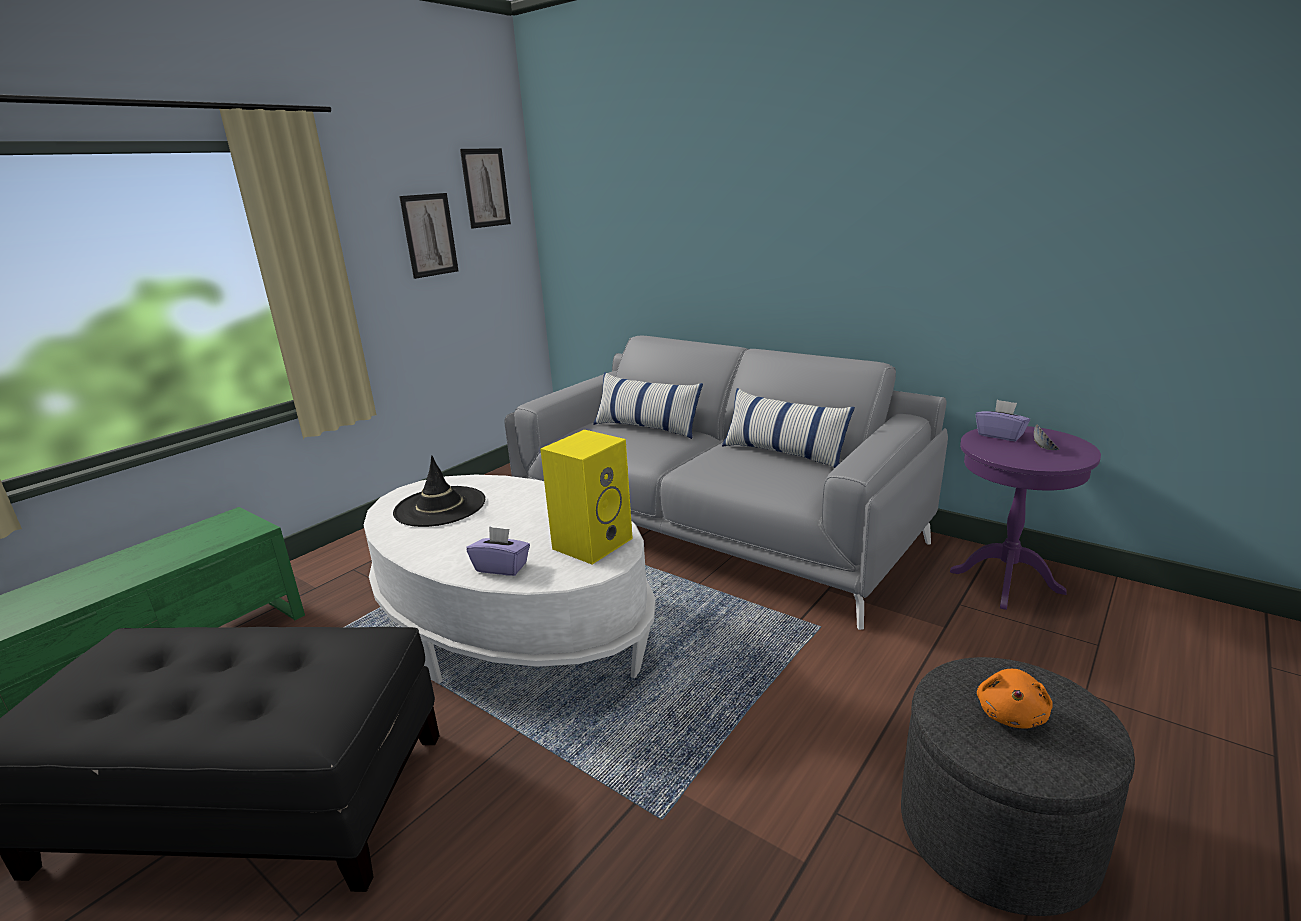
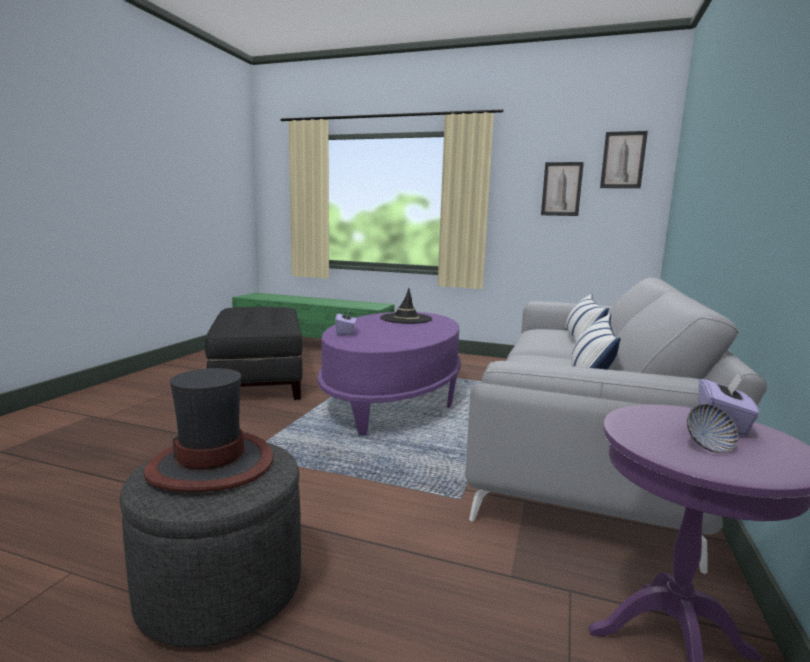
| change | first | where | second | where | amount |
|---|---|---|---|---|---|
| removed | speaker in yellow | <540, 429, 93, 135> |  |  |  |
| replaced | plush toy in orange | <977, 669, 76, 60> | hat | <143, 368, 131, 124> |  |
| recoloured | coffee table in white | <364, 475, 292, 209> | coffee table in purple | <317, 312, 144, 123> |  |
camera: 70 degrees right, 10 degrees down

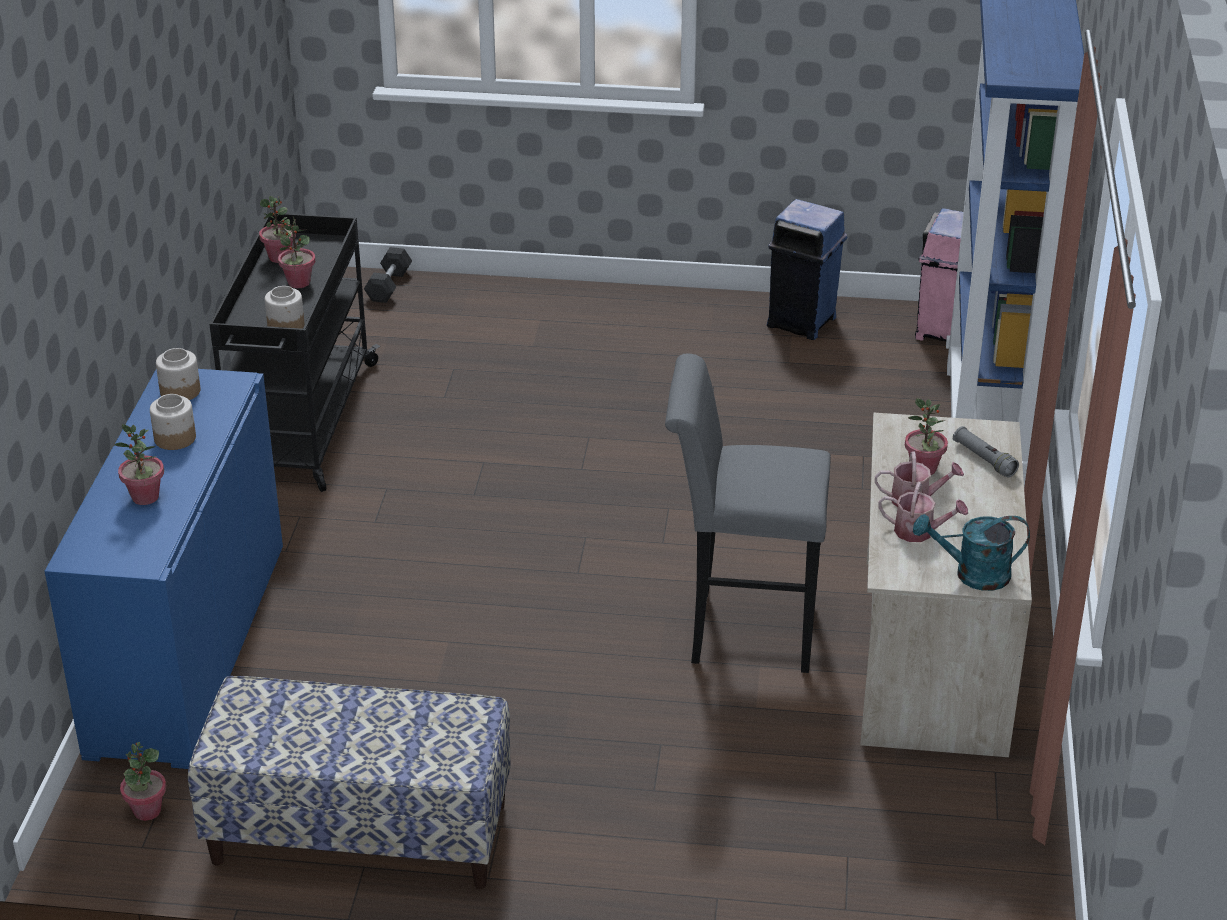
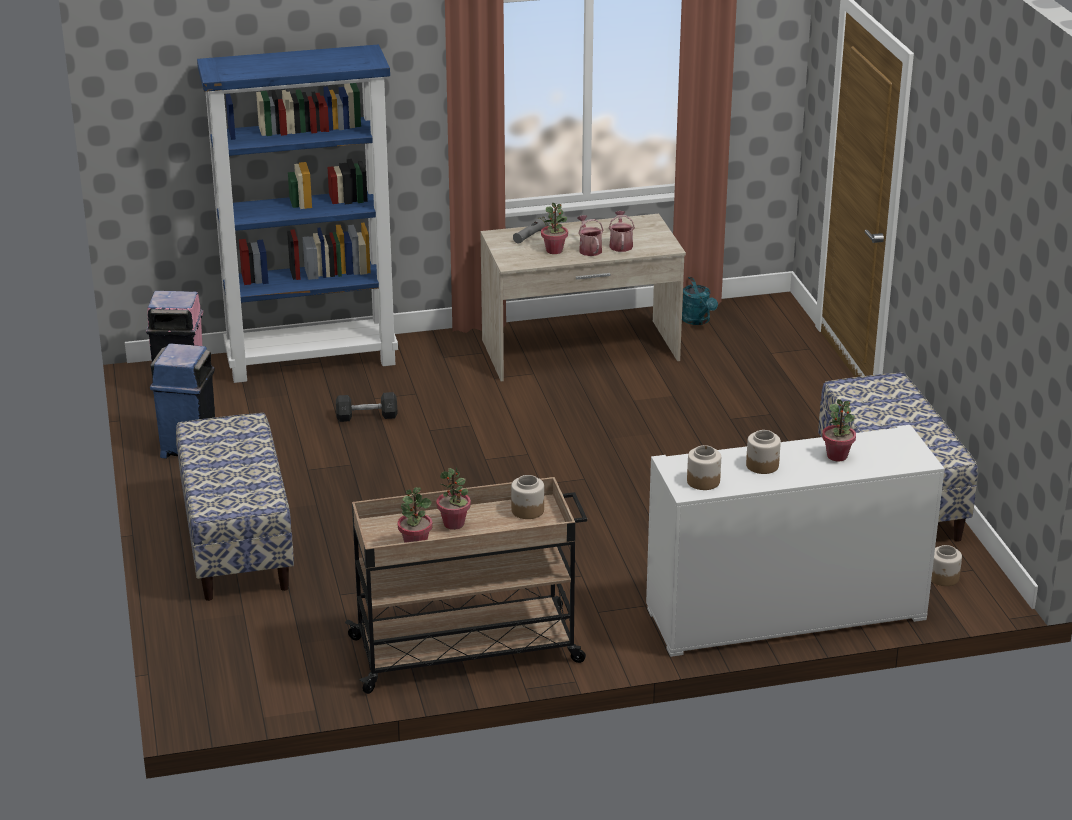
| change | first | where | second | where | amount |
|---|---|---|---|---|---|
| removed | stool in grey | <665, 354, 166, 319> |  |  |  |
| added |  |  | bench | <176, 413, 118, 188> |  |
| moved | dumbbell in grey | <364, 247, 48, 56> |  | <336, 392, 61, 30> |  |
| moved | watering can in turquoise | <913, 514, 117, 77> |  | <682, 277, 36, 48> |  |
| replaced | potted plant | <120, 742, 47, 79> | jar | <931, 545, 31, 41> |  |
| recoloured | cabinet in blue | <44, 369, 239, 400> | cabinet in white | <646, 425, 299, 232> |  |
| recoloured | cart in black | <210, 212, 170, 280> | cart in beige | <345, 477, 242, 217> |  |
camera: 110 degrees left, 5 degrees down

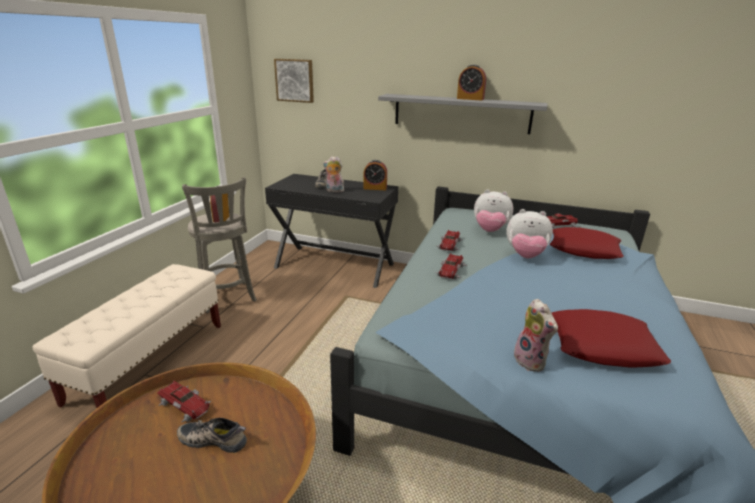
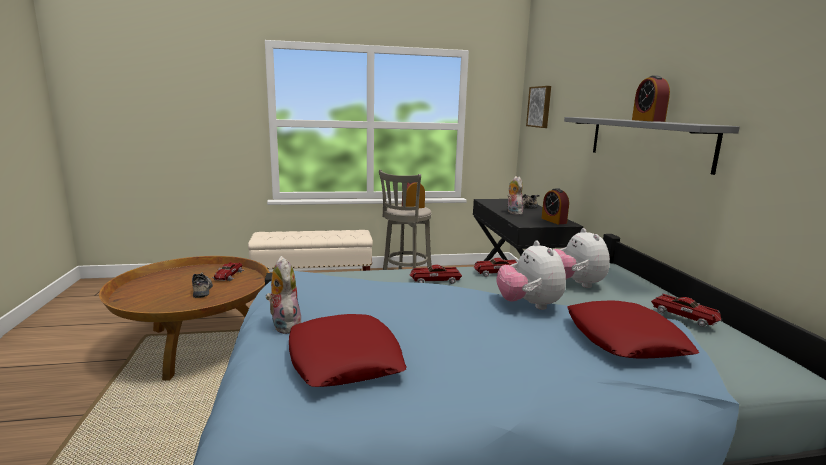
| change | first | where | second | where | amount |
|---|---|---|---|---|---|
| turned | plush toy | <514, 299, 44, 73> |  | <266, 256, 35, 78> | 120 degrees clockwise |
camera: 60 degrees right, 10 degrees down

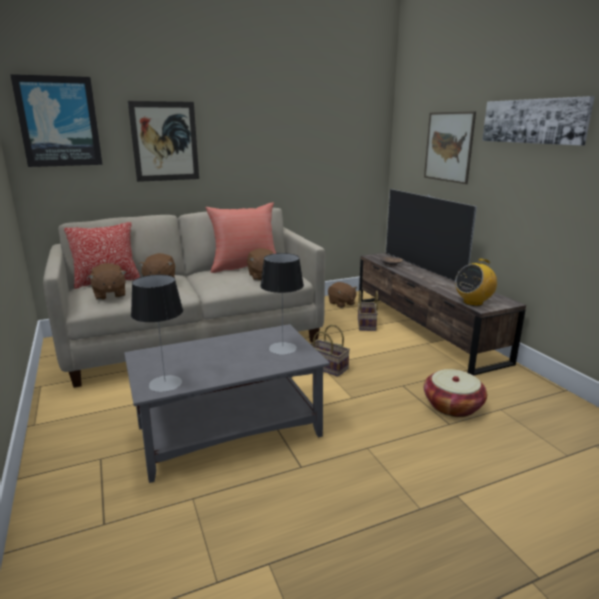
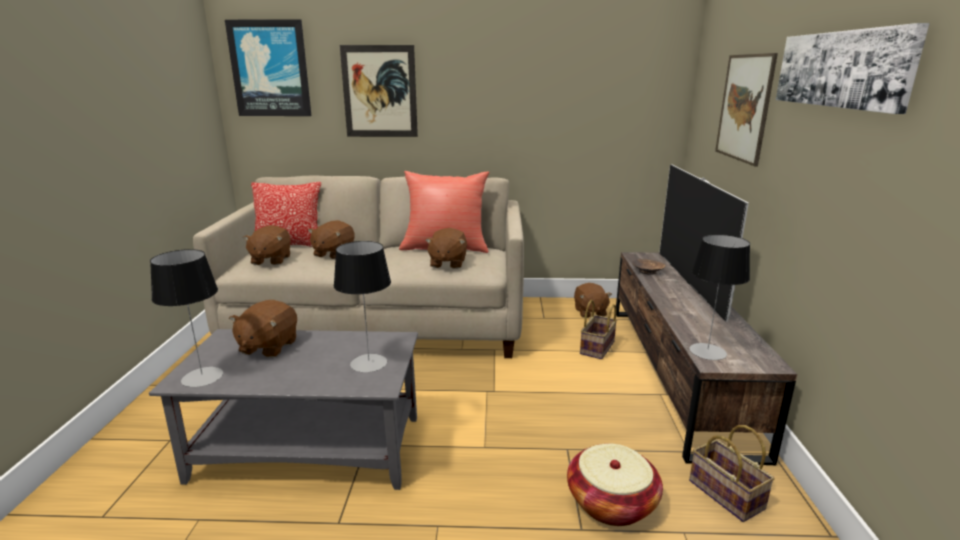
| change | first | where | second | where | amount |
|---|---|---|---|---|---|
| added |  |  | plush toy in brown | <229, 300, 68, 58> |  |
| moved | basket | <311, 325, 39, 52> |  | <689, 425, 86, 97> |  |
| replaced | radio | <455, 259, 42, 47> | table lamp | <689, 234, 61, 126> |  |
camera: 25 degrees right, 0 degrees up

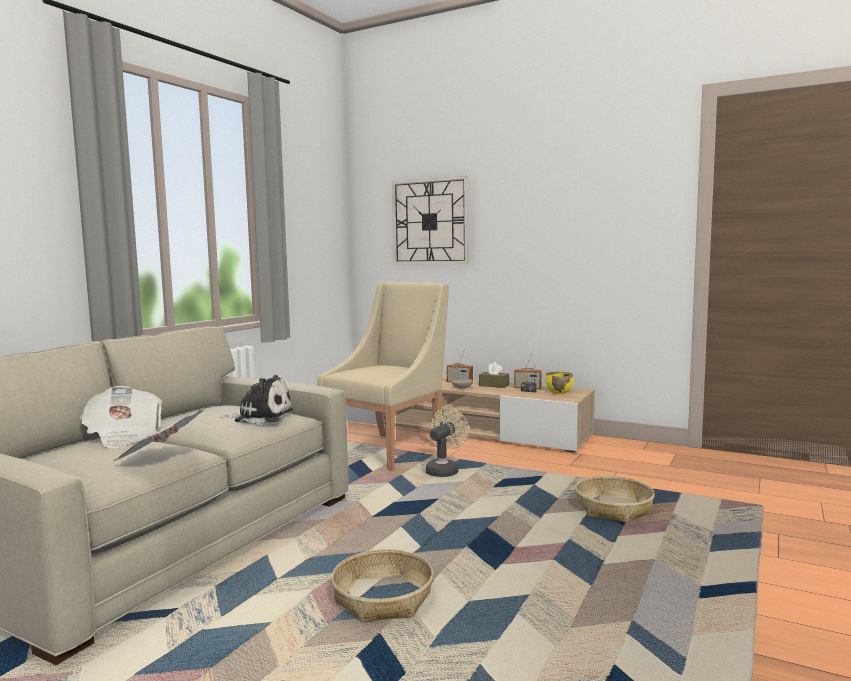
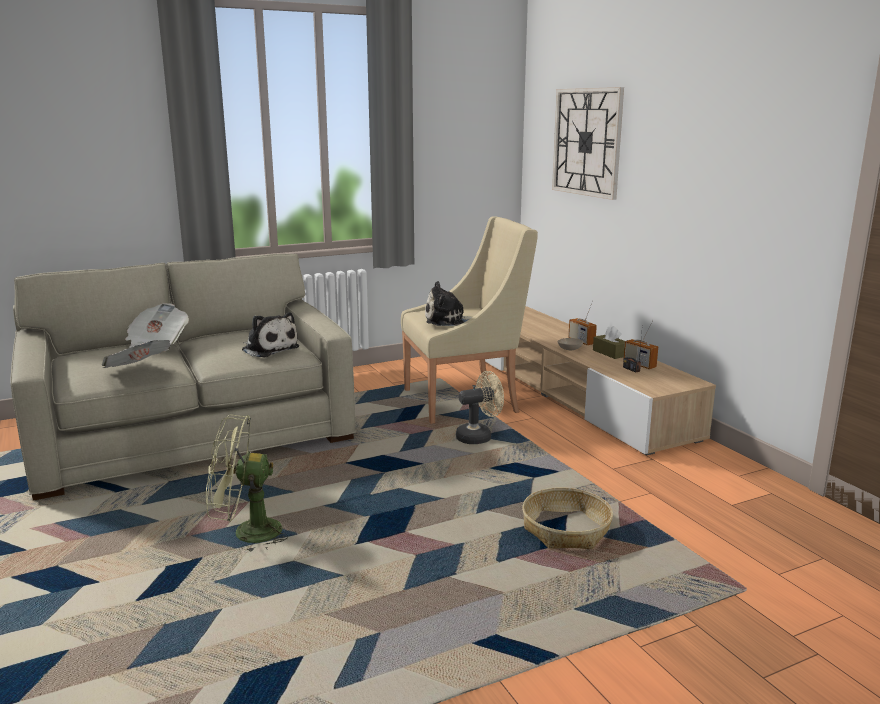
| change | first | where | second | where | amount |
|---|---|---|---|---|---|
| removed | bowl in yellow | <546, 372, 28, 22> |  |  |  |
| added |  |  | plush toy | <425, 281, 47, 45> |  |
| replaced | basket | <331, 549, 103, 74> | fan in green | <206, 414, 82, 139> |  |
camera: 35 degrees right, 10 degrees up

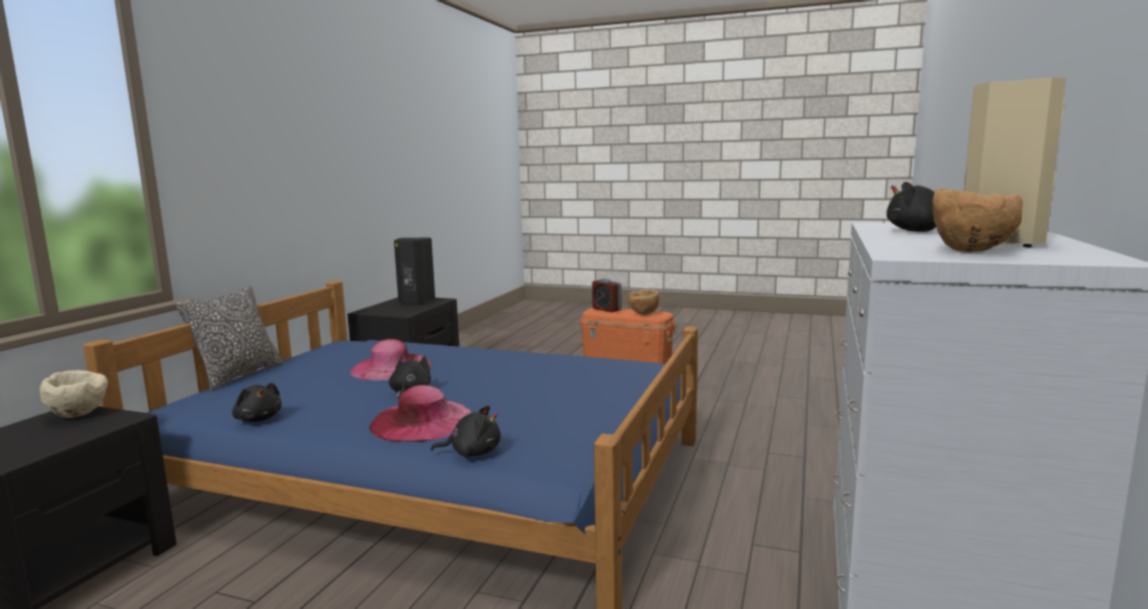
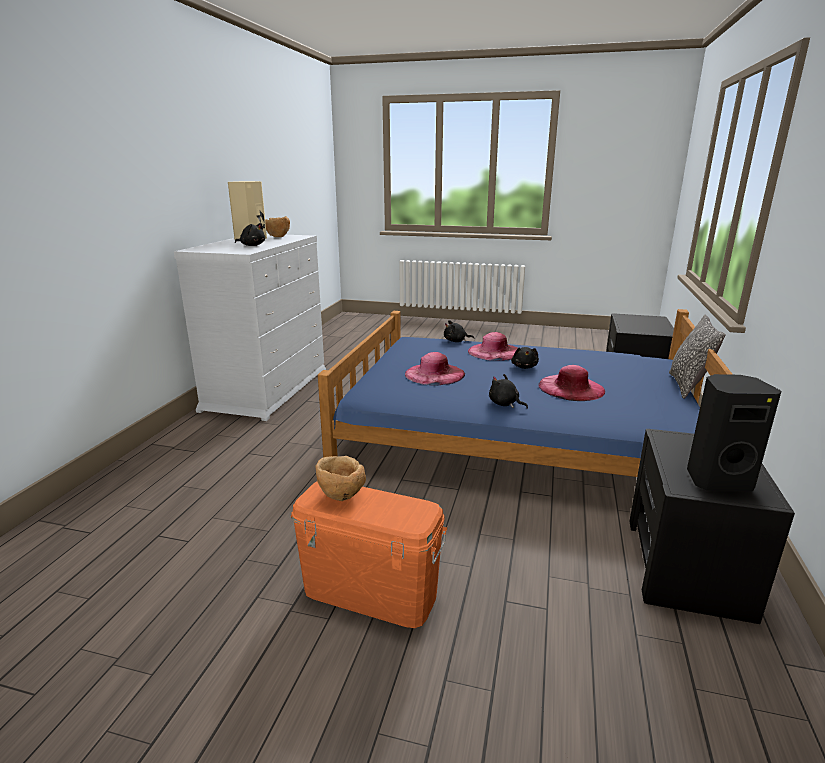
| change | first | where | second | where | amount |
|---|---|---|---|---|---|
| removed | bowl in beige | <39, 370, 69, 48> |  |  |  |
| removed | alarm clock | <592, 278, 30, 34> |  |  |  |
| added |  |  | hat in pink | <405, 352, 60, 34> |  |
| moved | plush toy in black | <232, 383, 50, 39> |  | <489, 374, 39, 35> |  |
camera: 175 degrees right, 10 degrees up

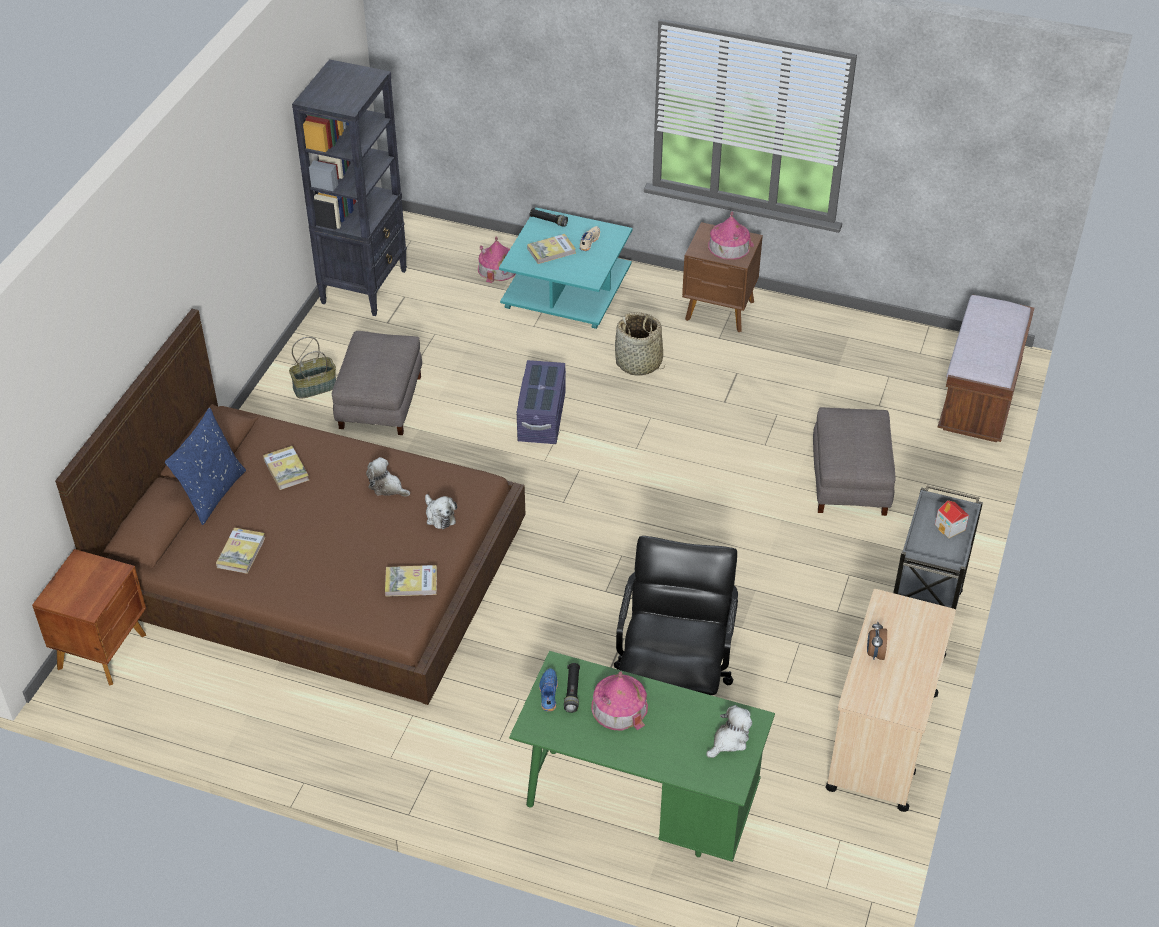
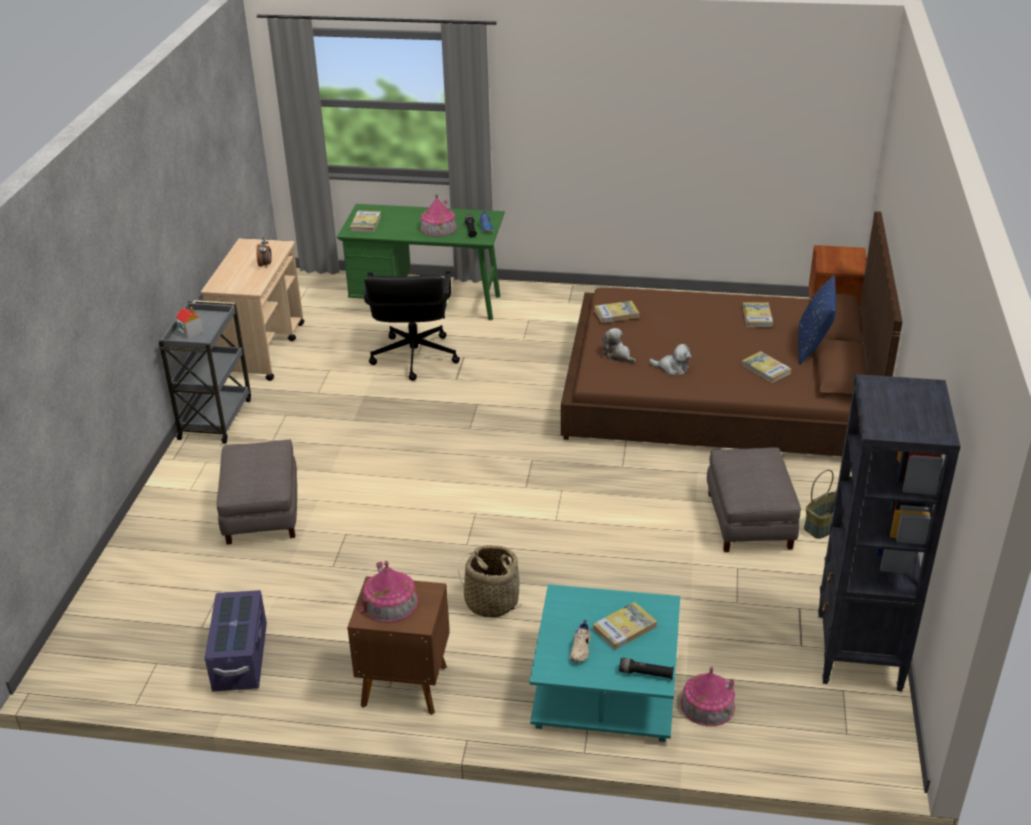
| change | first | where | second | where | amount |
|---|---|---|---|---|---|
| removed | bench in brown | <937, 294, 97, 148> |  |  |  |
| moved | storage box in purple | <517, 360, 49, 84> |  | <205, 590, 62, 101> |  |
| replaced | plush toy | <706, 705, 46, 53> | book | <350, 211, 31, 21> |  |
camera: 170 degrees right, 10 degrees down

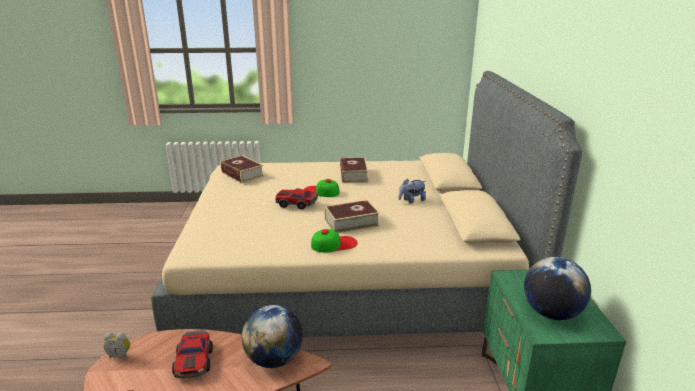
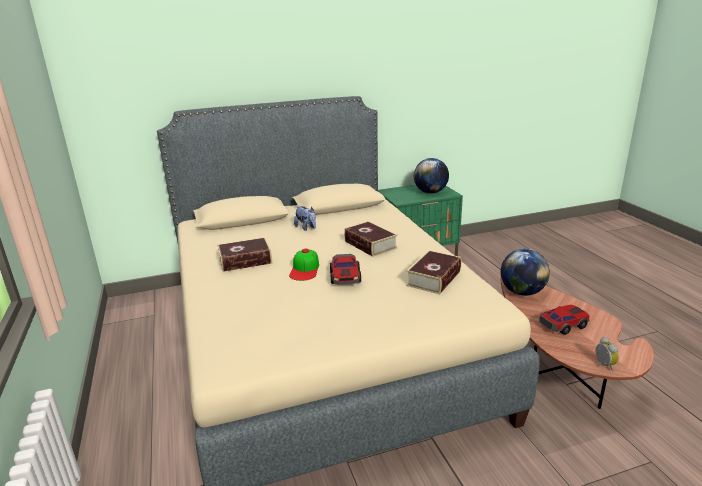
| change | first | where | second | where | amount |
|---|---|---|---|---|---|
| removed | cap | <311, 229, 47, 24> |  |  |  |
| moved | book | <221, 155, 43, 28> |  | <406, 250, 55, 44> |  |
camera: 105 degrees left, 0 degrees up

